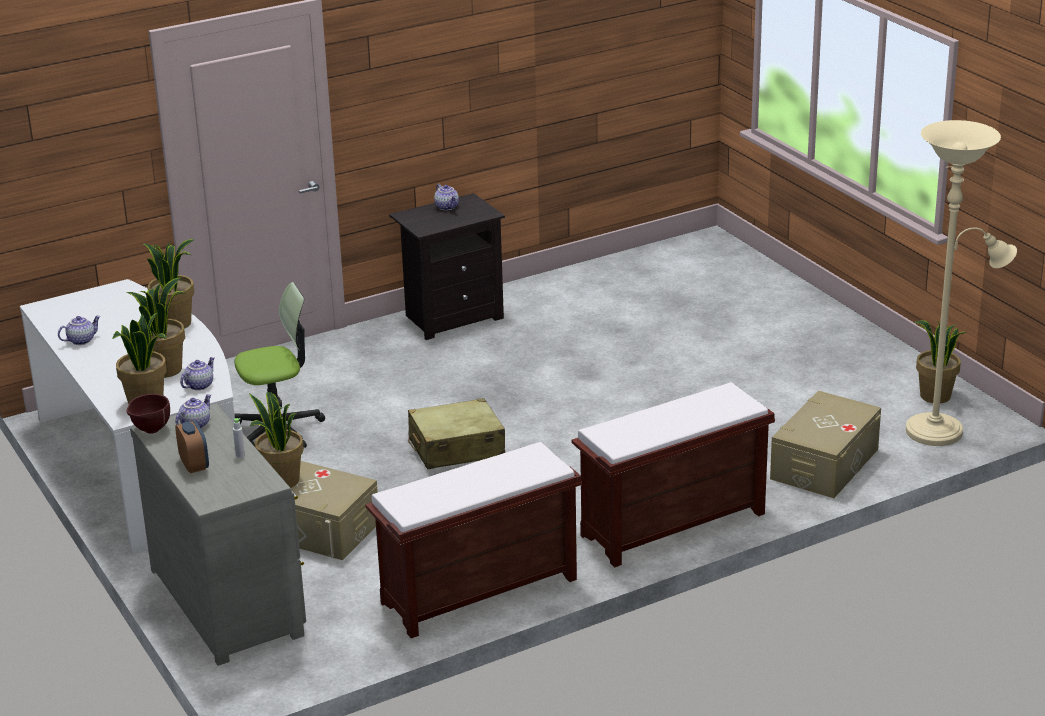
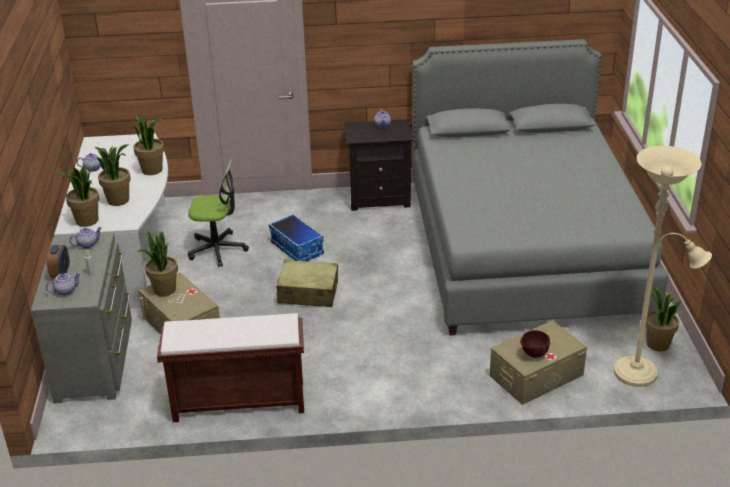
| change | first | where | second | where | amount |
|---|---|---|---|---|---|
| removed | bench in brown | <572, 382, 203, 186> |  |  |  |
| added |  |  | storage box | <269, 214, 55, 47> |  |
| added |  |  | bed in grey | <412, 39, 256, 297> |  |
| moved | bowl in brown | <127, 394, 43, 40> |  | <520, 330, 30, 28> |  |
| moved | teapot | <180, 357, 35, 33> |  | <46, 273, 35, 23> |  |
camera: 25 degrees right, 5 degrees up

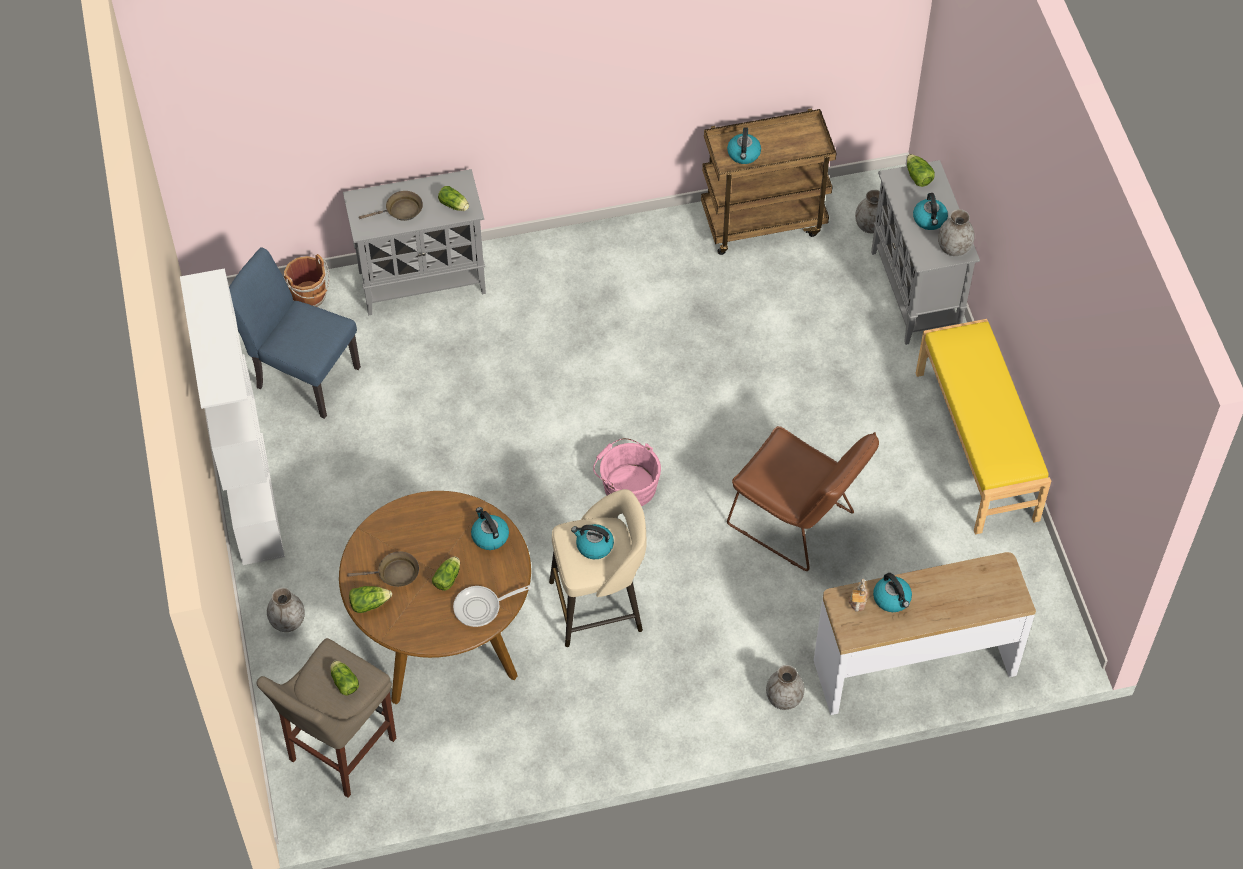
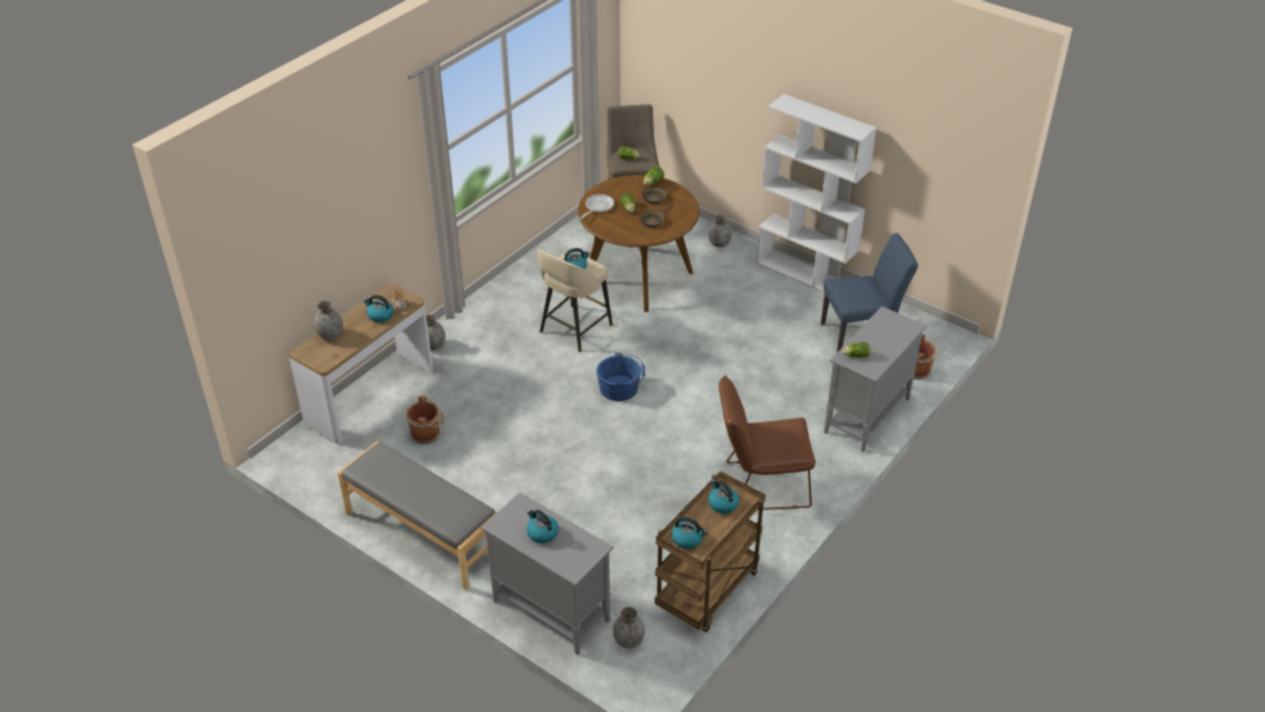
| change | first | where | second | where | amount |
|---|---|---|---|---|---|
| removed | lettuce | <907, 154, 28, 33> |  |  |  |
| added |  |  | bucket in brown | <406, 396, 38, 48> |  |
| moved | frying pan in brown | <359, 191, 64, 30> |  | <639, 205, 32, 23> |  |
| moved | kettle | <471, 507, 38, 43> |  | <672, 517, 36, 32> |  |
| moved | chair in brown | <727, 426, 152, 145> |  | <719, 375, 97, 135> |  |
| moved | vase in grey | <938, 209, 37, 47> |  | <314, 301, 29, 39> |  |
| recoloured | bucket in pink | <593, 438, 68, 68> | bucket in blue | <596, 353, 49, 48> |  |
| recoloured | bench in yellow | <916, 319, 135, 215> | bench in grey | <337, 441, 160, 149> |  |
camera: 140 degrees right, 15 degrees down

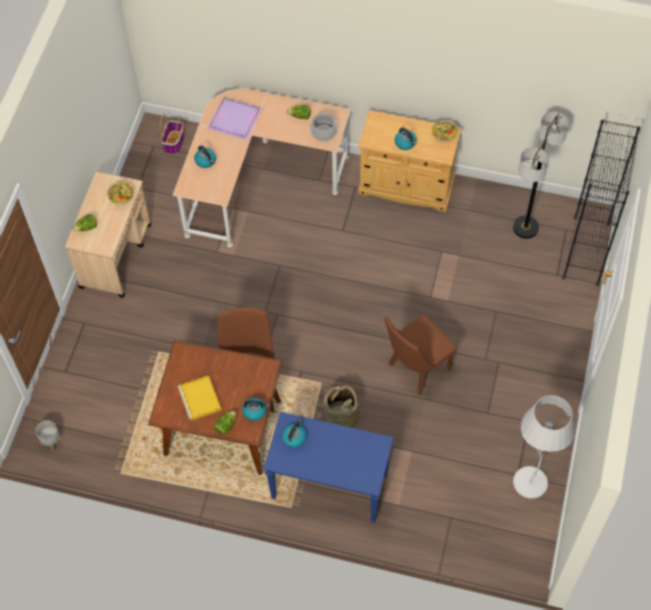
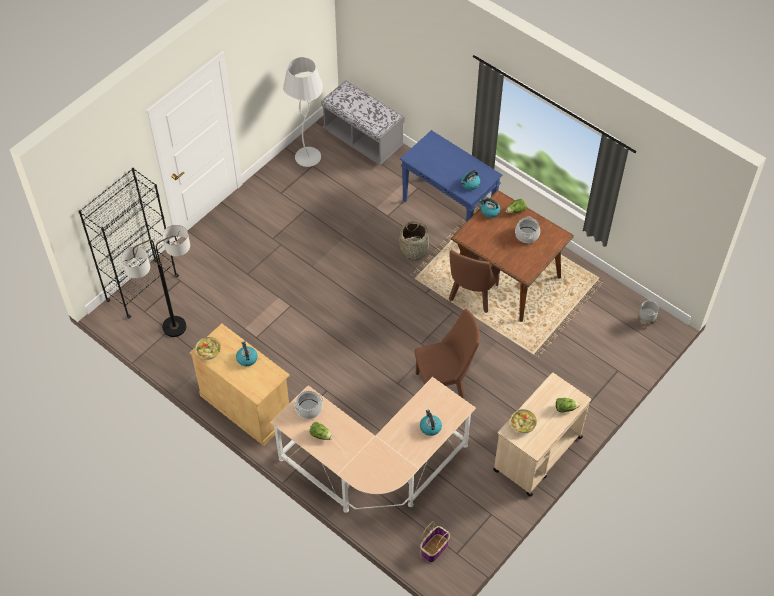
| change | first | where | second | where | amount |
|---|---|---|---|---|---|
| removed | tray in purple | <207, 97, 56, 44> |  |  |  |
| added |  |  | bench in grey | <321, 80, 83, 85> |  |
| moved | chair in brown | <384, 315, 73, 80> |  | <414, 309, 66, 90> |  |
| replaced | tray in yellow | <178, 375, 43, 46> | cooking pot | <515, 216, 25, 27> |  |
camera: 155 degrees left, 5 degrees down

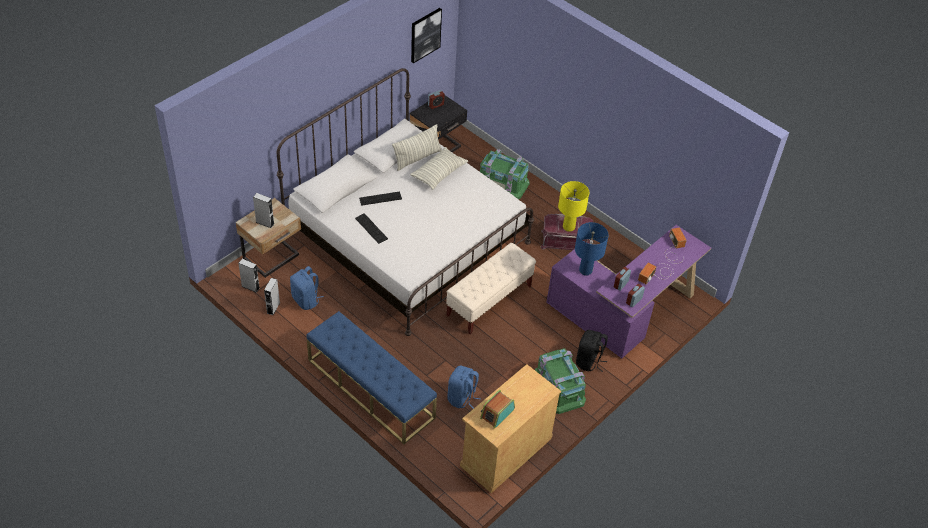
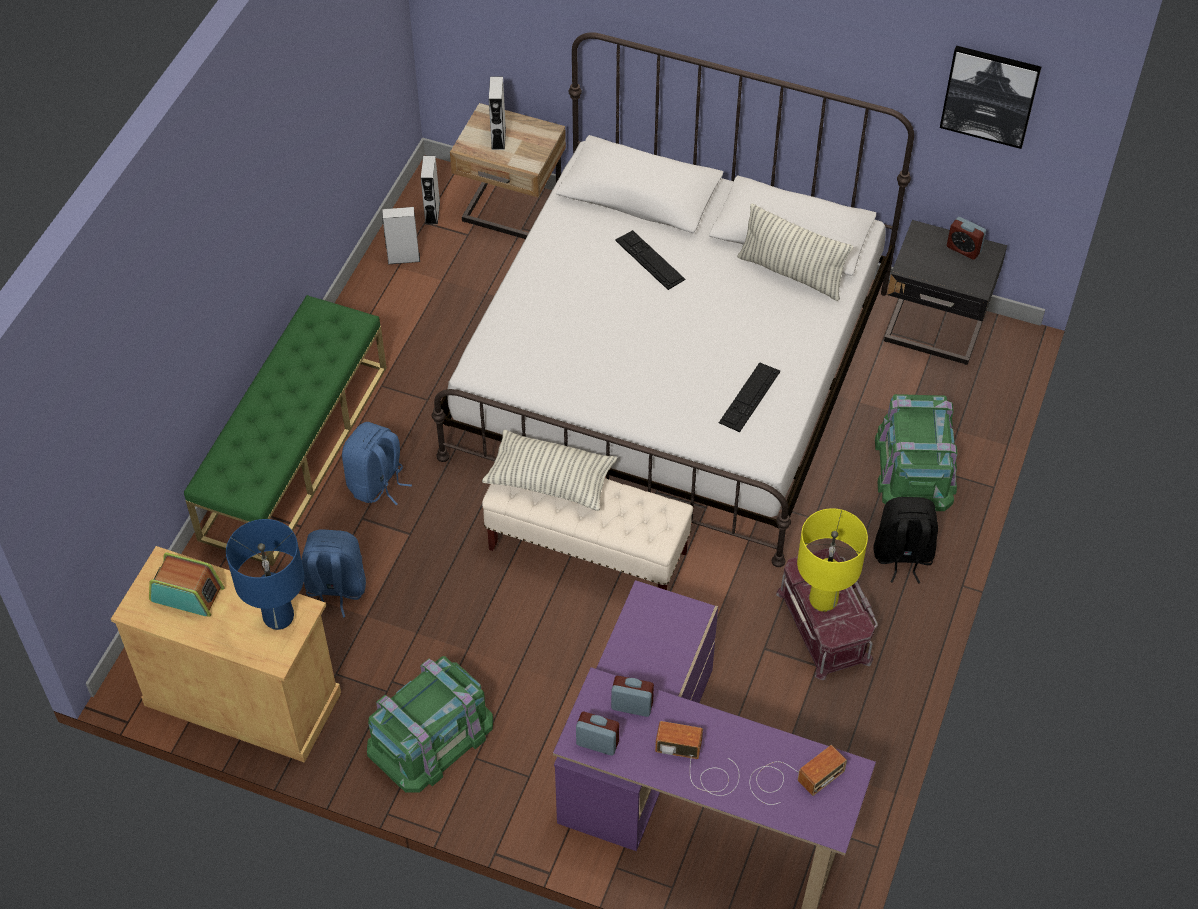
| change | first | where | second | where | amount |
|---|---|---|---|---|---|
| moved | backpack in blue | <290, 266, 34, 44> |  | <342, 422, 70, 83> |  |
| moved | keyboard | <355, 213, 33, 31> |  | <719, 362, 61, 70> |  |
| moved | pillow | <410, 147, 58, 43> |  | <482, 430, 135, 81> |  |
| moved | table lamp in blue | <575, 222, 34, 54> |  | <226, 519, 78, 111> |  |
| moved | backpack in black | <576, 330, 32, 42> |  | <873, 497, 65, 86> |  |
| recoloured | bench in blue | <307, 311, 130, 133> | bench in green | <184, 295, 203, 271> |  |
camera: 70 degrees right, 5 degrees up

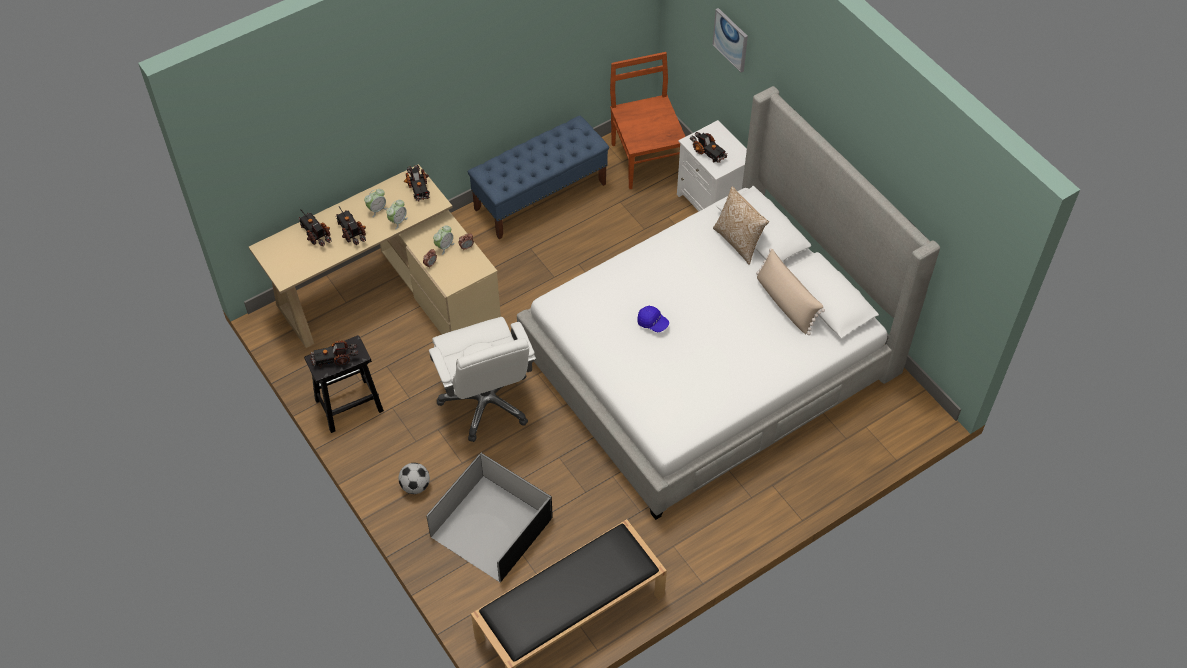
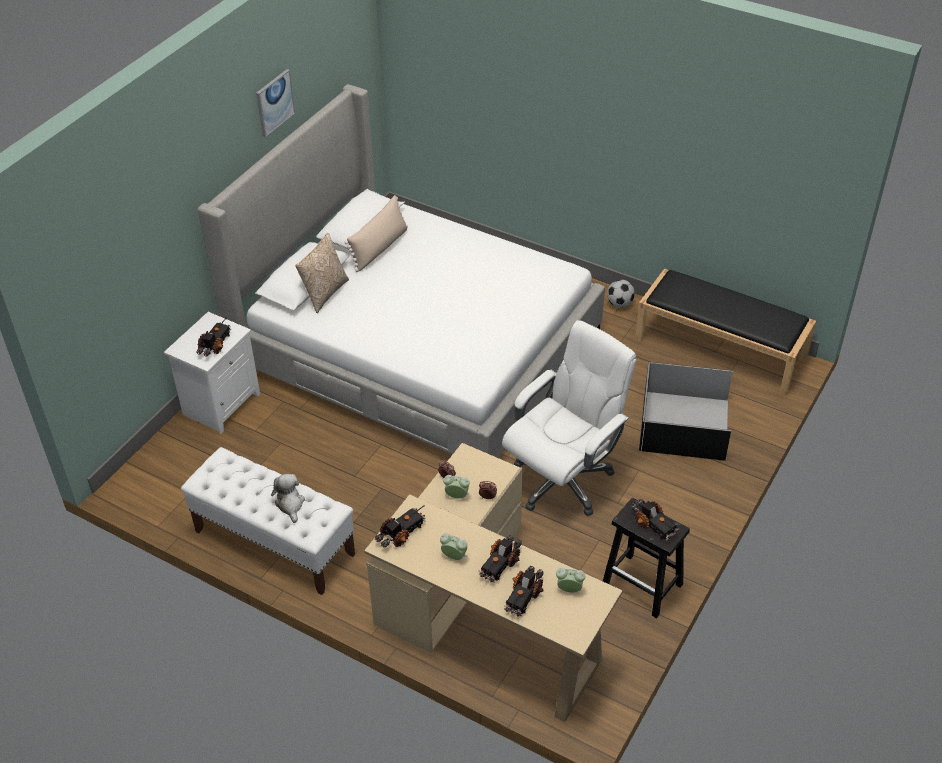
| change | first | where | second | where | amount |
|---|---|---|---|---|---|
| removed | chair in brown | <610, 52, 76, 137> |  |  |  |
| removed | cap in blue | <637, 306, 32, 26> |  |  |  |
| added |  |  | plush toy | <271, 474, 34, 49> |  |
| moved | alarm clock | <386, 200, 22, 29> |  | <556, 568, 30, 25> |  |
| moved | football | <398, 463, 32, 31> |  | <607, 280, 28, 28> |  |
| moved | picture | <712, 8, 36, 65> |  | <256, 69, 39, 68> |  |
| recoloured | bench in blue | <468, 115, 141, 124> | bench in white | <181, 447, 174, 148> |  |
camera: 115 degrees left, 10 degrees down

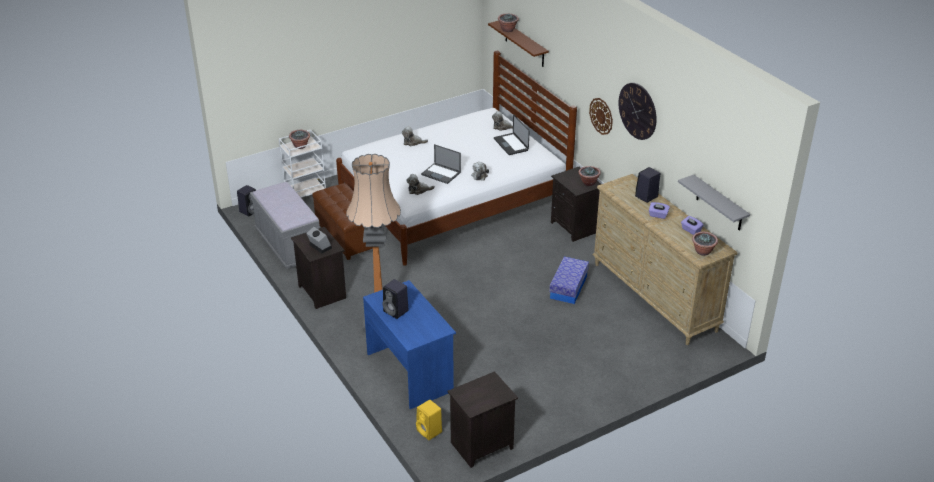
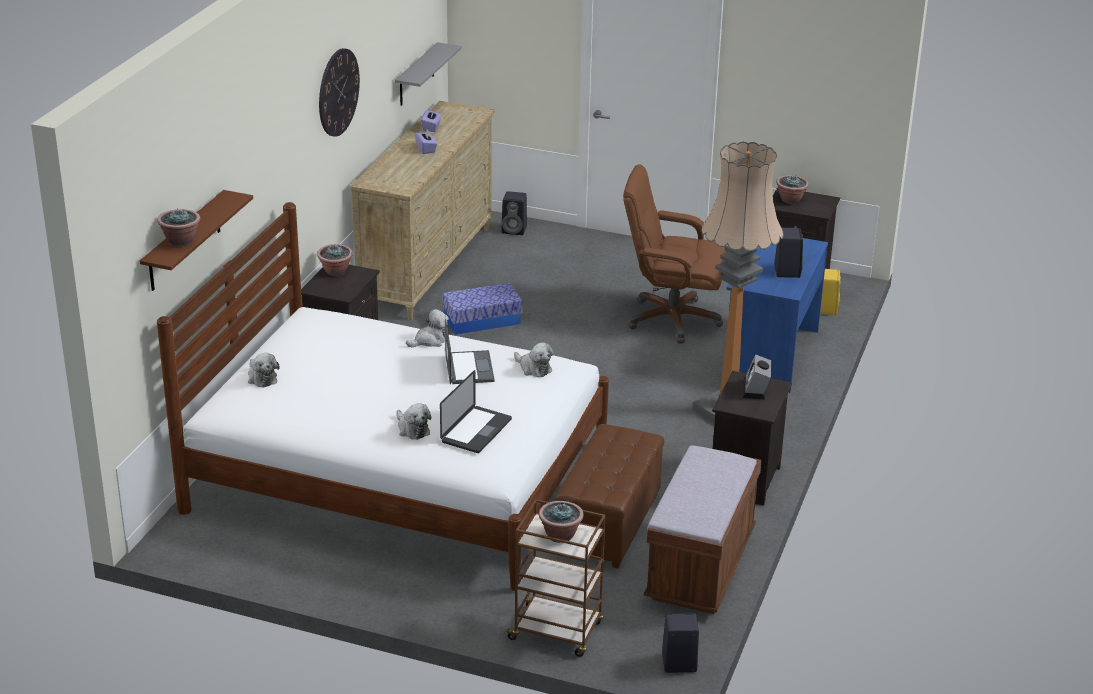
| change | first | where | second | where | amount |
|---|---|---|---|---|---|
| removed | wall clock | <589, 98, 24, 37> |  |  |  |
| added |  |  | office chair in brown | <623, 164, 105, 180> |  |
| moved | laptop | <494, 114, 35, 41> |  | <440, 370, 72, 83> |  |
| moved | speaker in black | <635, 167, 25, 36> |  | <501, 191, 26, 44> |  |
| moved | potted plant | <692, 232, 26, 24> |  | <776, 175, 33, 29> |  |
| recoloured | bench in grey | <250, 182, 70, 87> | bench in brown | <644, 445, 118, 169> |  |
| recoloured | cart in white | <279, 130, 47, 68> | cart in brown | <505, 499, 101, 158> |  |
camera: 130 degrees left, 5 degrees down

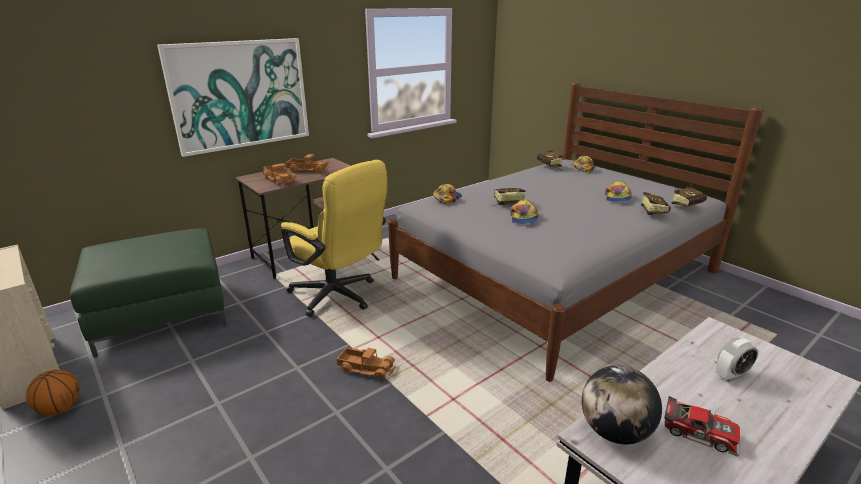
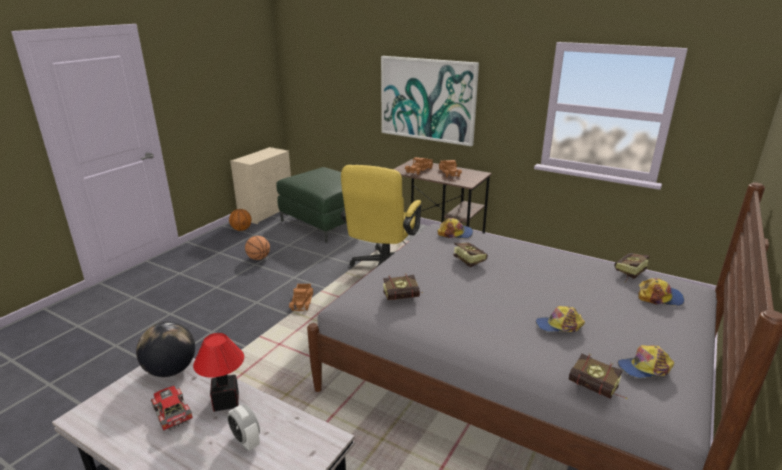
| change | first | where | second | where | amount |
|---|---|---|---|---|---|
| added |  |  | table lamp | <193, 333, 51, 79> |  |
| added |  |  | basketball | <245, 236, 25, 24> |  |
| moved | cap | <510, 200, 28, 24> |  | <618, 345, 56, 33> |  |
| moved | book | <641, 192, 30, 23> |  | <383, 273, 40, 27> |  |
| turned | toy car | <664, 396, 76, 61> |  | <151, 386, 42, 45> | 135 degrees clockwise |
camera: 70 degrees right, 0 degrees up

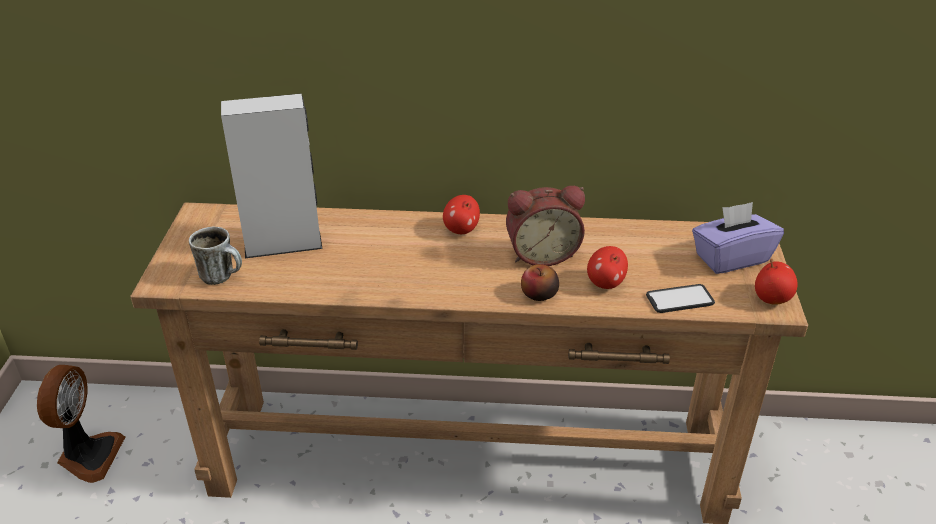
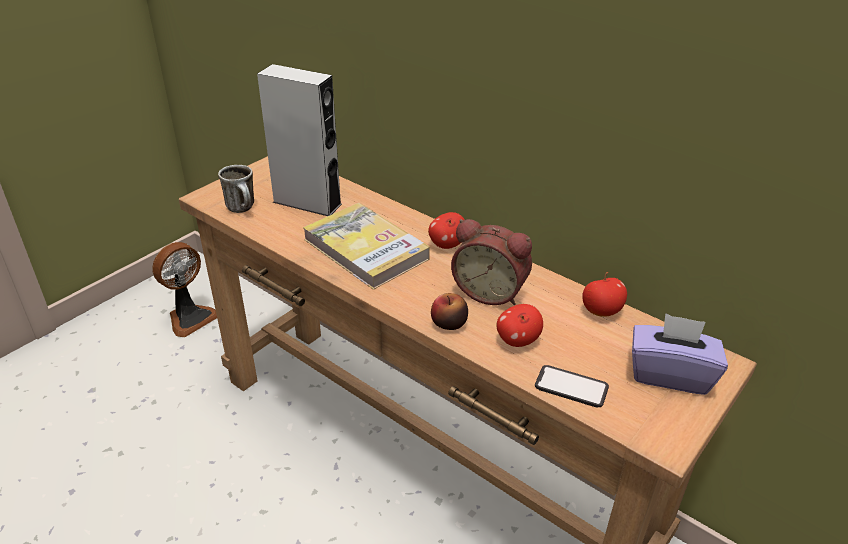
| change | first | where | second | where | amount |
|---|---|---|---|---|---|
| added |  |  | book | <303, 203, 127, 87> |  |
| moved | apple | <755, 259, 43, 45> |  | <582, 272, 45, 45> |  |
camera: 35 degrees right, 0 degrees up

